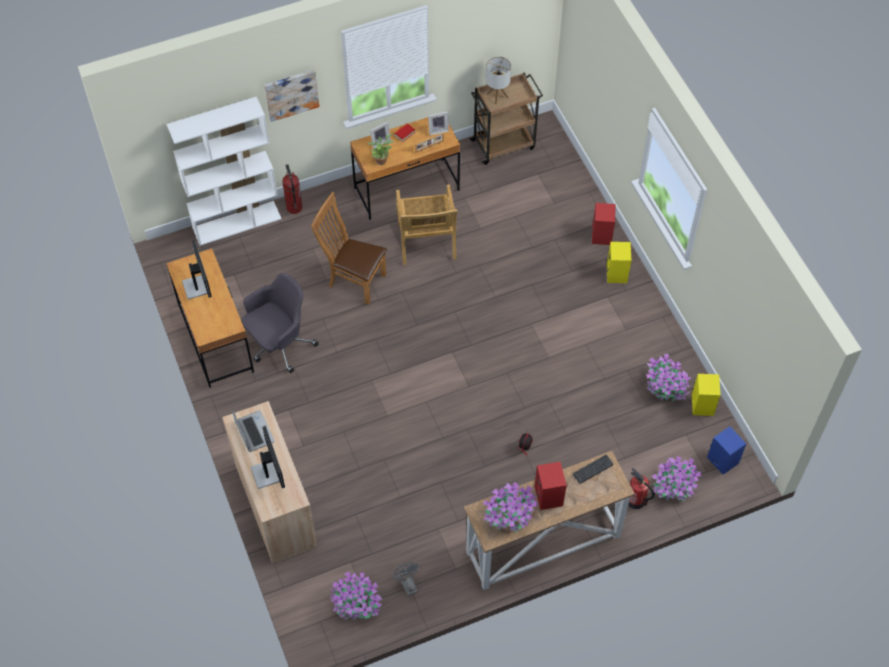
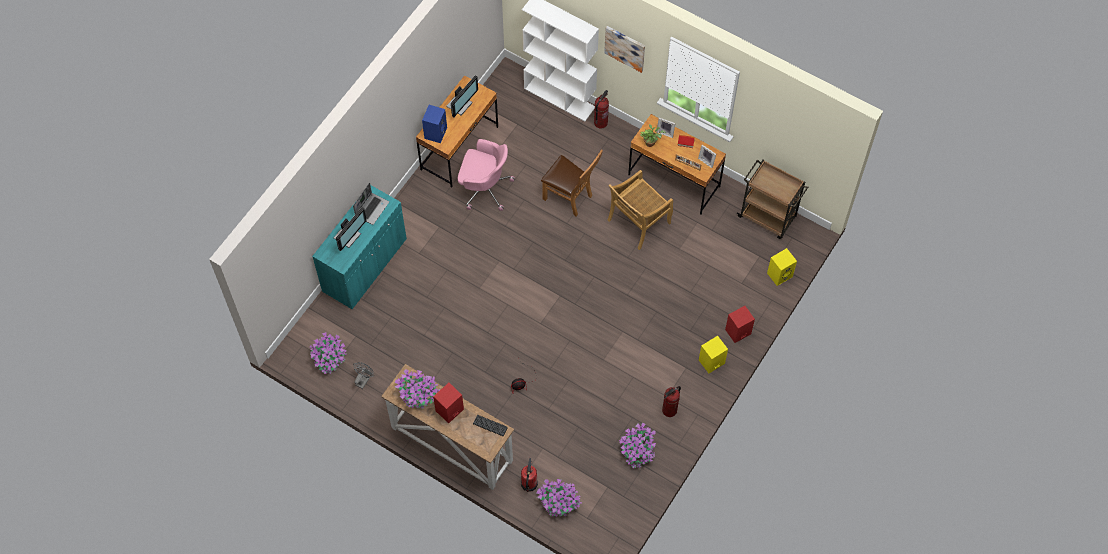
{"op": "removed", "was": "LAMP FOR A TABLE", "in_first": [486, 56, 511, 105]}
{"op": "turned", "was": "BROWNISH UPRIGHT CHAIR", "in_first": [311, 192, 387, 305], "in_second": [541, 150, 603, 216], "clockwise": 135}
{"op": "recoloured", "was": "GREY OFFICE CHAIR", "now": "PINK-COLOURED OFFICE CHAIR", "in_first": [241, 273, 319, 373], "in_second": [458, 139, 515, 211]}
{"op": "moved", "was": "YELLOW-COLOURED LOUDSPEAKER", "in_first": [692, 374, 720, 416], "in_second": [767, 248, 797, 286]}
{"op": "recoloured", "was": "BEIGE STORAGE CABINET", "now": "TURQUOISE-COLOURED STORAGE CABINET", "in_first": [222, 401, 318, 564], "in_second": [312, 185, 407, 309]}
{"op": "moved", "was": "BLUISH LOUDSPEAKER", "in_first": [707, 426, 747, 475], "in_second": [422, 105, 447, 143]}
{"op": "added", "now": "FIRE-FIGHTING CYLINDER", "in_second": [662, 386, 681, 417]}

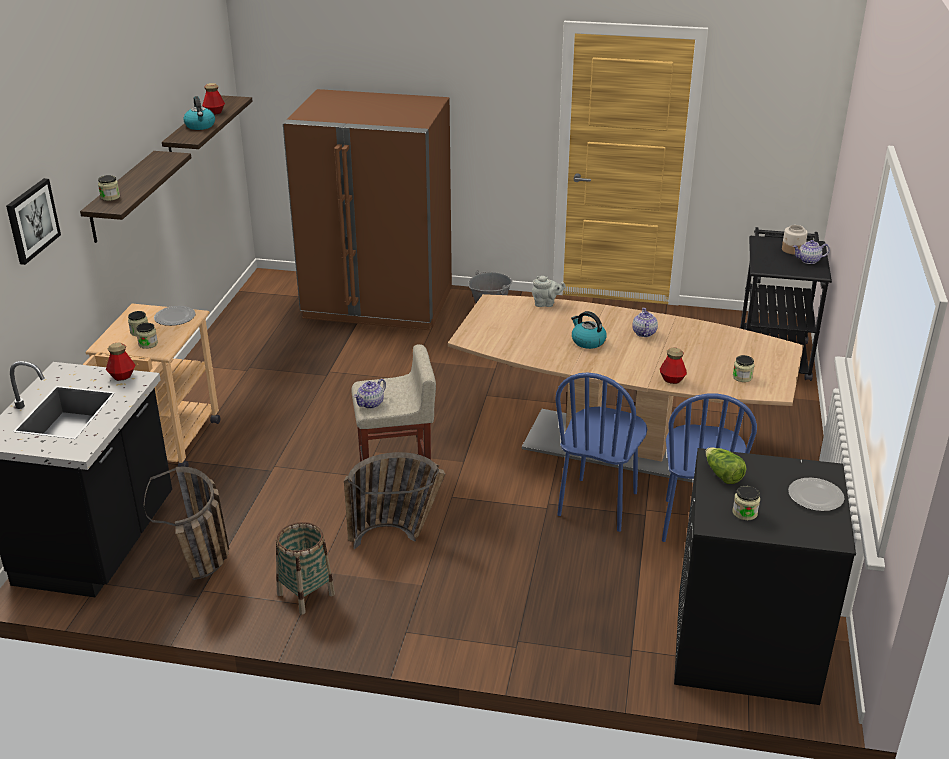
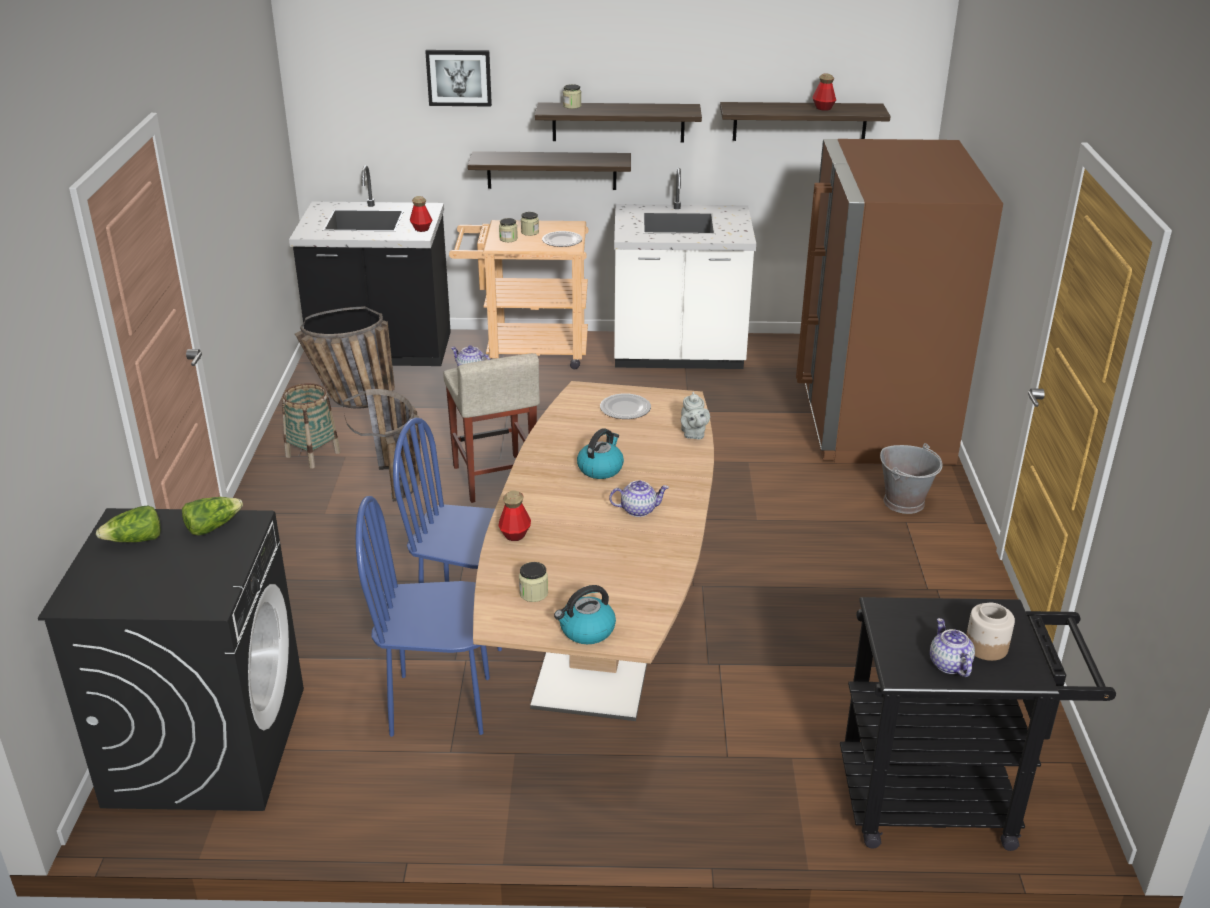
{"op": "moved", "was": "KETTLE", "in_first": [184, 96, 215, 130], "in_second": [554, 585, 616, 644]}
{"op": "moved", "was": "FLAT DISH", "in_first": [788, 478, 844, 511], "in_second": [600, 393, 651, 419]}
{"op": "replaced", "was": "STORAGE JAR", "now": "LETTUCE", "in_first": [732, 486, 760, 520], "in_second": [96, 505, 161, 542]}
{"op": "added", "now": "BRACKET SHELF", "in_second": [468, 151, 631, 190]}
{"op": "added", "now": "WHITE-COLOURED KITCHEN BASE UNIT", "in_second": [614, 168, 756, 369]}

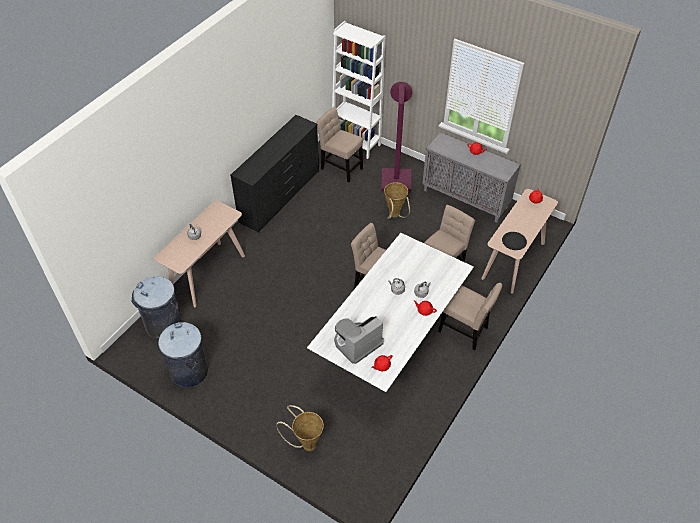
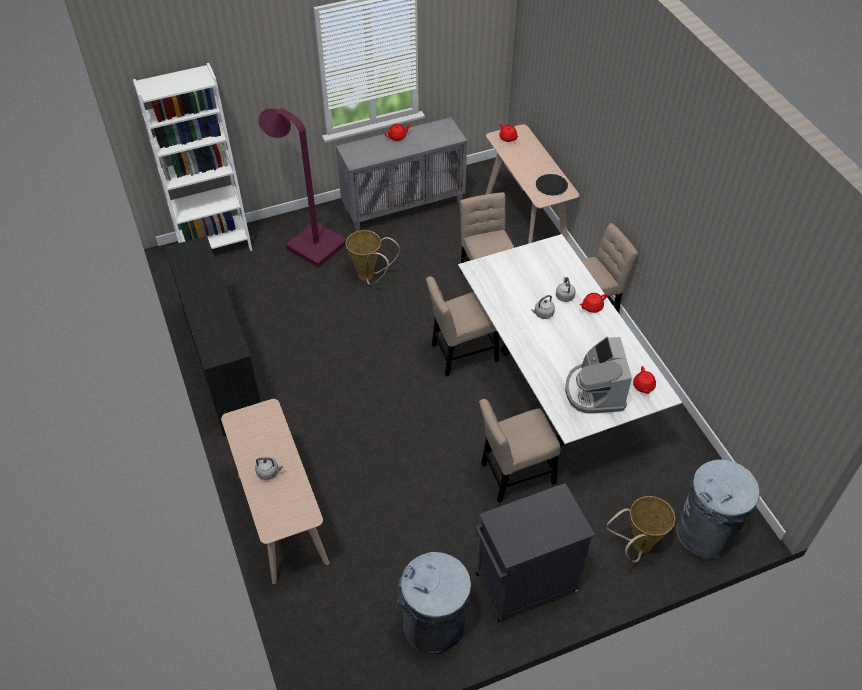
{"op": "moved", "was": "BEIGE UPRIGHT CHAIR", "in_first": [316, 107, 363, 182], "in_second": [479, 399, 561, 503]}
{"op": "moved", "was": "GREY TRASH CAN", "in_first": [131, 276, 182, 339], "in_second": [676, 459, 760, 559]}
{"op": "added", "now": "BLACKISH STORAGE CABINET", "in_second": [475, 483, 595, 622]}

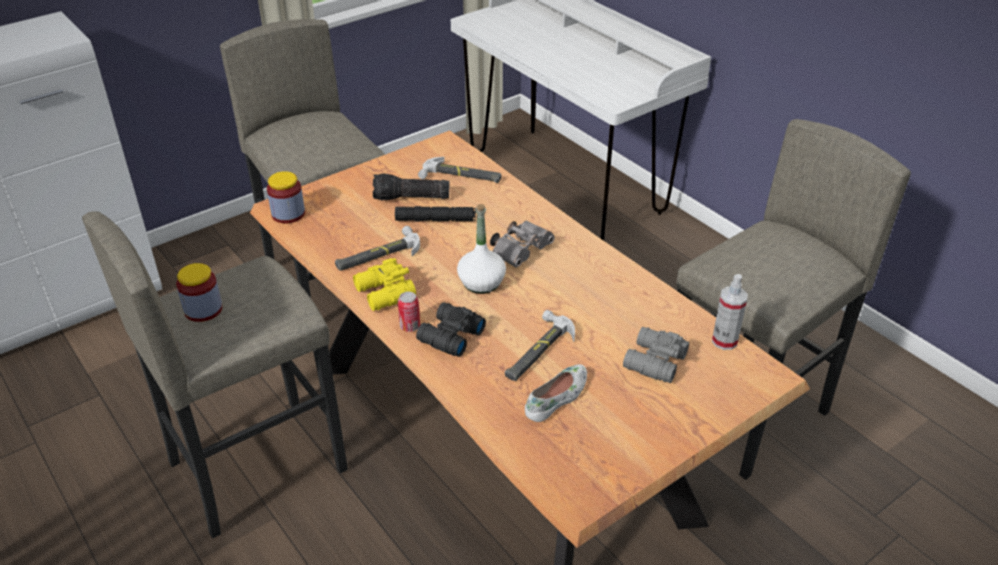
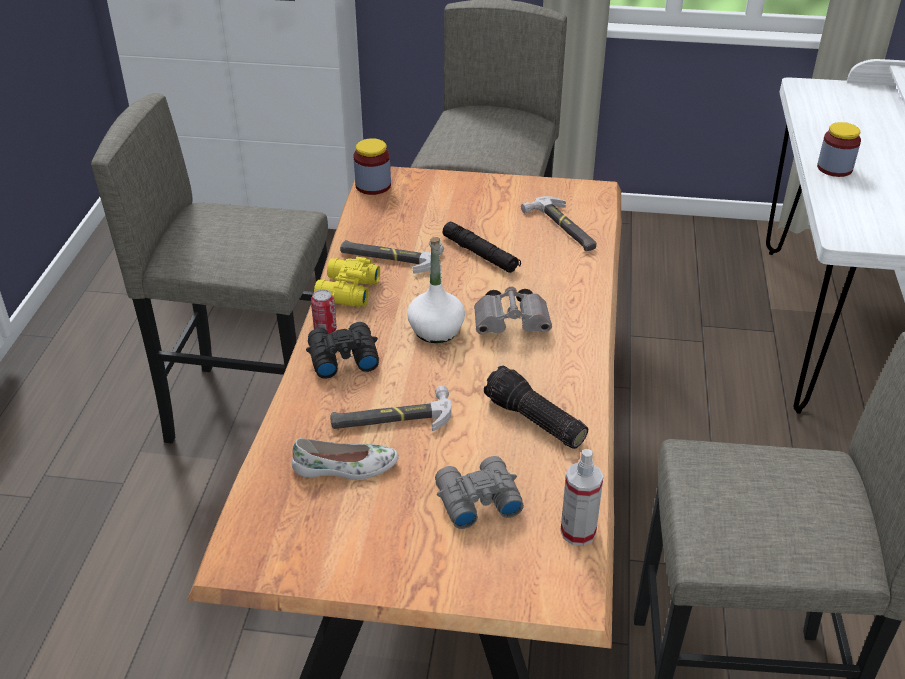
{"op": "moved", "was": "TORCH", "in_first": [373, 173, 450, 200], "in_second": [484, 365, 588, 449]}
{"op": "moved", "was": "STORAGE JAR", "in_first": [176, 263, 222, 322], "in_second": [817, 122, 861, 177]}

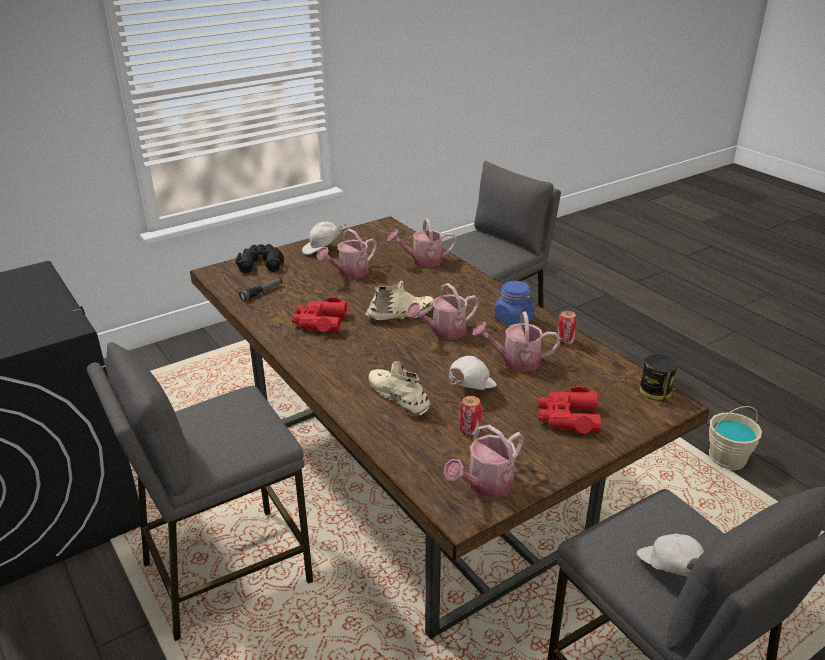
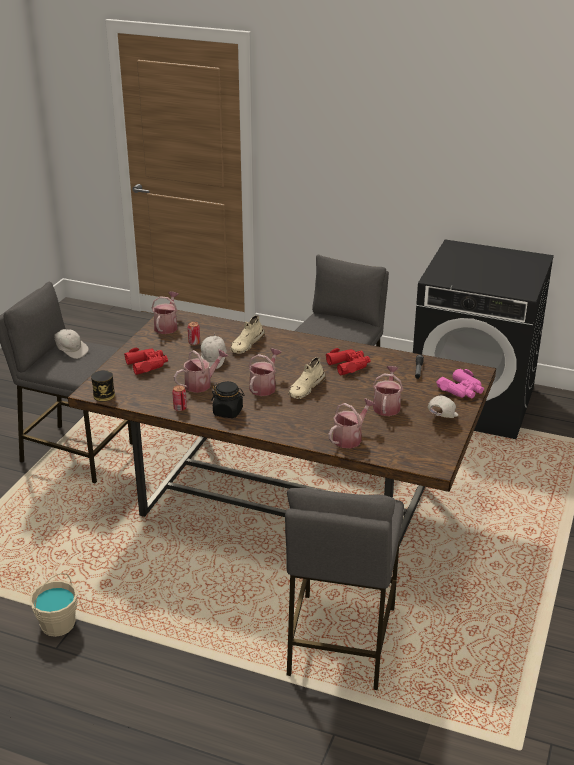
{"op": "recoloured", "was": "BLACKISH FIELD GLASSES", "now": "PINK-COLOURED FIELD GLASSES", "in_first": [235, 244, 285, 273], "in_second": [437, 369, 484, 398]}
{"op": "recoloured", "was": "BLUISH STORAGE JAR", "now": "BLACKISH STORAGE JAR", "in_first": [494, 281, 534, 326], "in_second": [211, 381, 244, 418]}
{"op": "turned", "was": "BEIGE ITEM OF FOOTWEAR", "in_first": [368, 361, 431, 416], "in_second": [230, 315, 265, 354], "clockwise": 105}

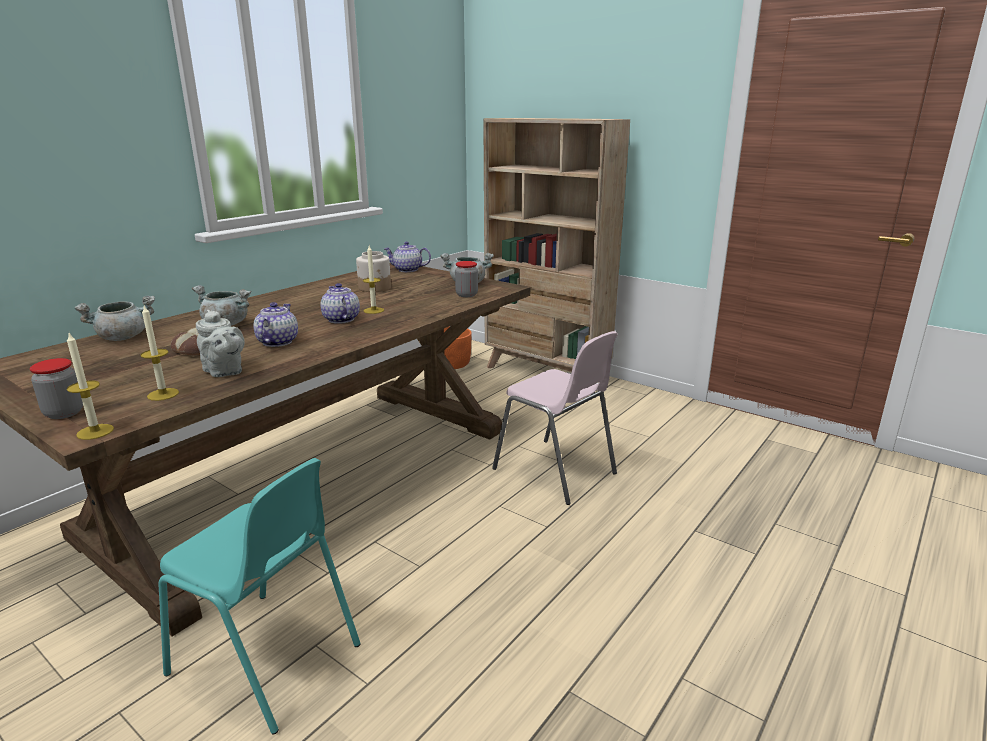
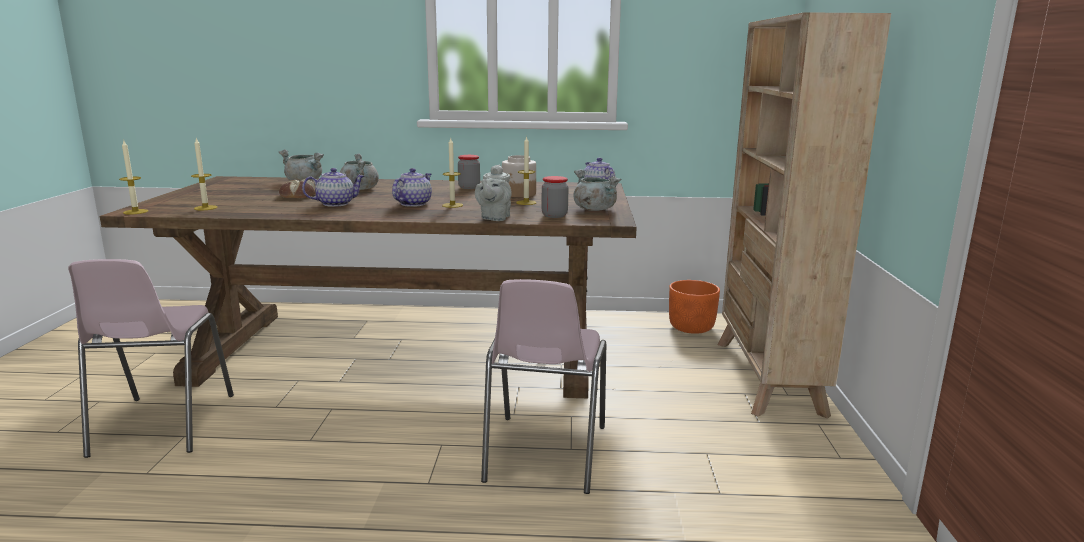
{"op": "moved", "was": "GREY TEA POT", "in_first": [196, 310, 245, 377], "in_second": [475, 165, 512, 221]}
{"op": "moved", "was": "STORAGE JAR", "in_first": [30, 358, 83, 419], "in_second": [458, 155, 480, 189]}
{"op": "recoloured", "was": "TURQUOISE-COLOURED UPRIGHT CHAIR", "now": "PINK-COLOURED UPRIGHT CHAIR", "in_first": [159, 458, 361, 735], "in_second": [68, 259, 234, 458]}
{"op": "added", "now": "WAX LIGHT", "in_second": [516, 136, 537, 205]}

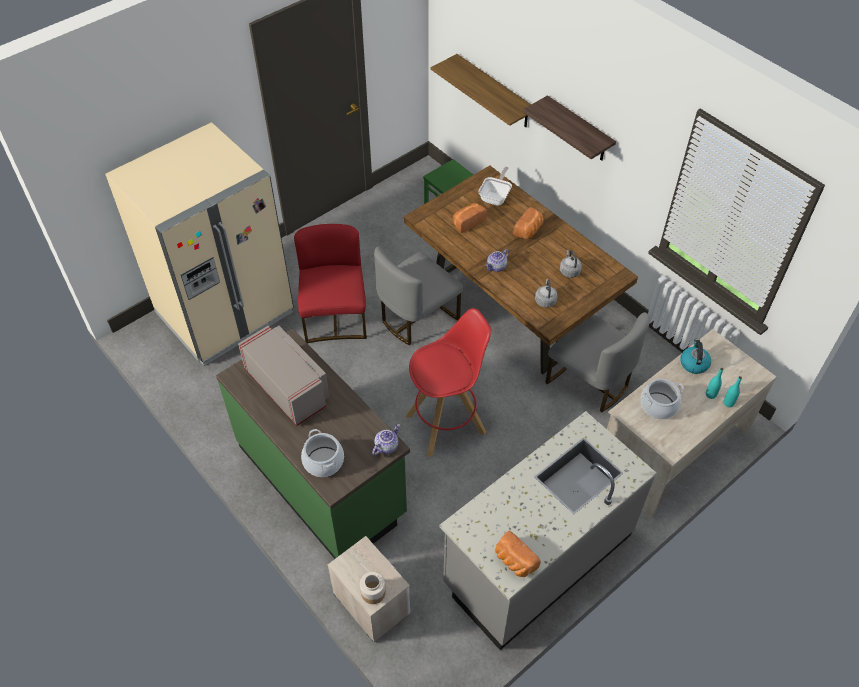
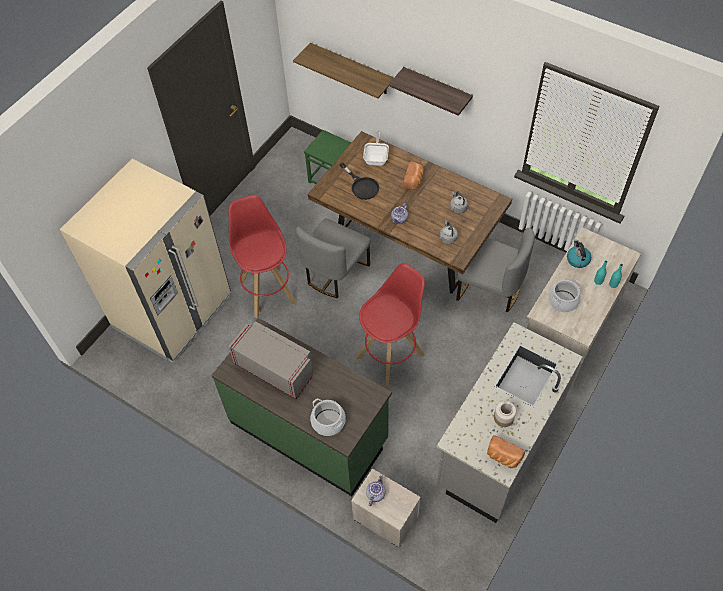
{"op": "replaced", "was": "BAKED BREAD", "now": "BLACKISH PAN", "in_first": [453, 203, 487, 233], "in_second": [340, 163, 379, 200]}
{"op": "replaced", "was": "RED UPRIGHT CHAIR", "now": "RED STOOL", "in_first": [294, 224, 367, 343], "in_second": [228, 195, 296, 318]}
{"op": "moved", "was": "TEA POT", "in_first": [372, 424, 400, 455], "in_second": [366, 475, 386, 506]}
{"op": "moved", "was": "STORAGE JAR", "in_first": [360, 572, 386, 604], "in_second": [494, 401, 516, 427]}

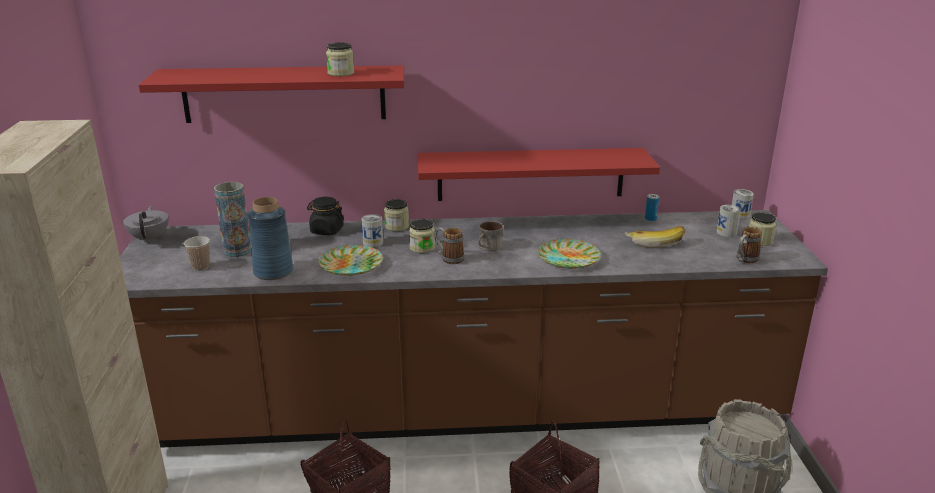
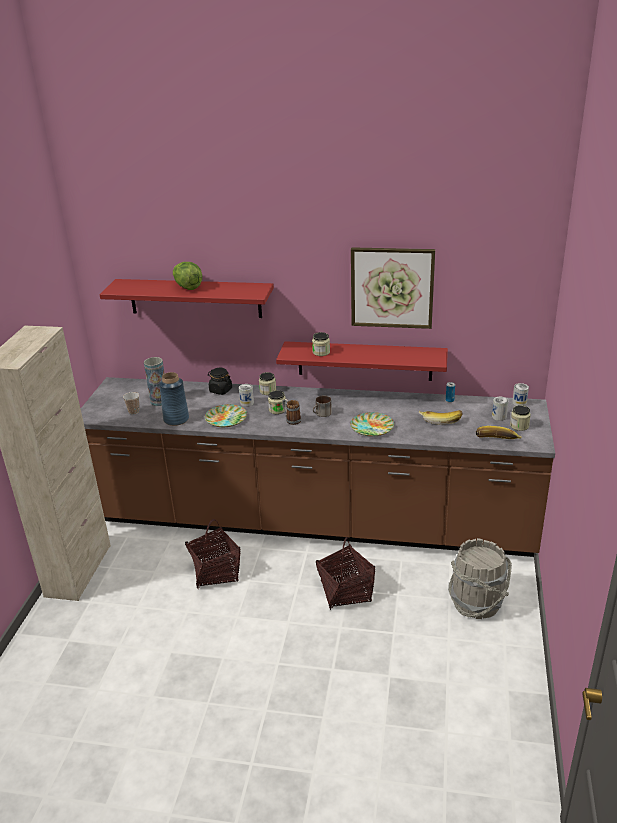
{"op": "moved", "was": "STORAGE JAR", "in_first": [326, 42, 354, 76], "in_second": [312, 332, 330, 356]}
{"op": "removed", "was": "GREY TEA POT", "in_first": [123, 206, 169, 243]}
{"op": "replaced", "was": "TEA MUG", "now": "BANANA FRUIT", "in_first": [736, 227, 762, 263], "in_second": [476, 426, 522, 439]}
{"op": "added", "now": "PICTURE", "in_second": [351, 247, 435, 329]}
{"op": "added", "now": "LETTUCE", "in_second": [173, 262, 202, 290]}

